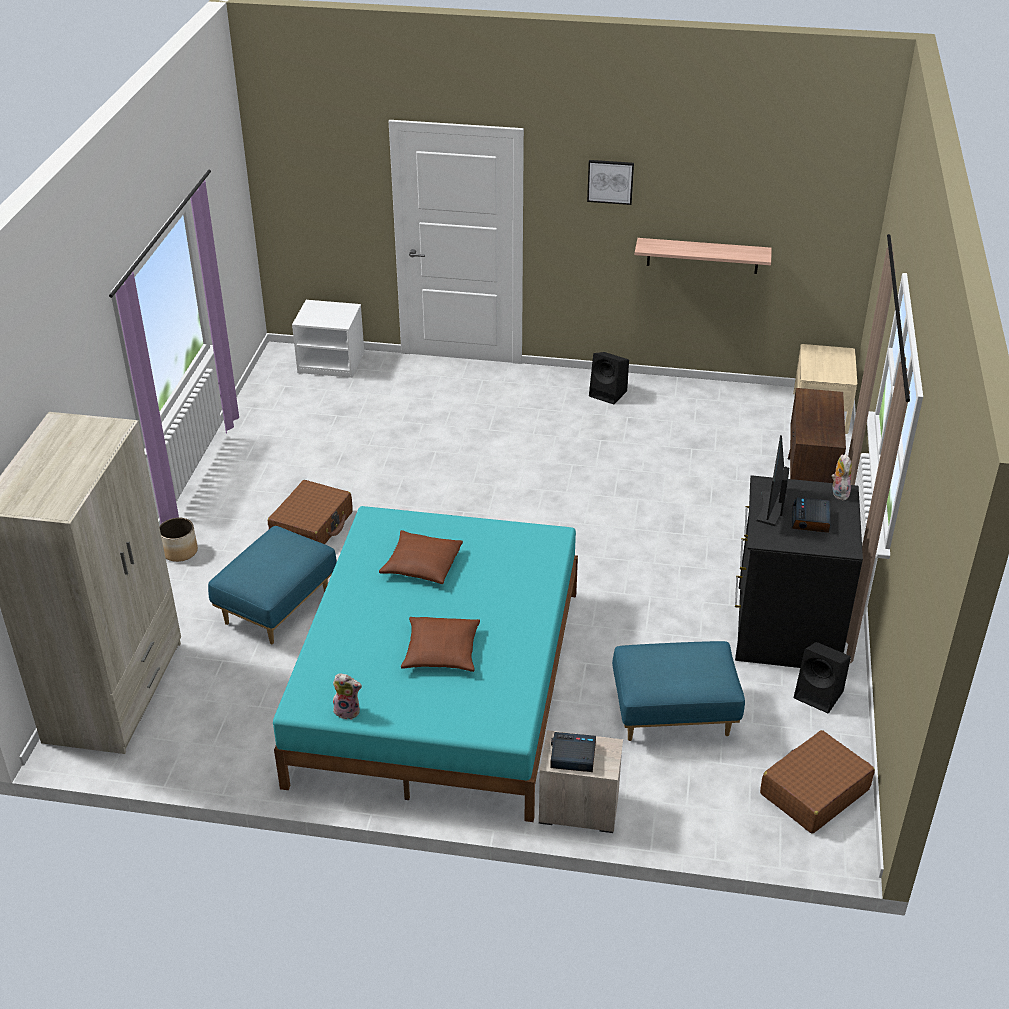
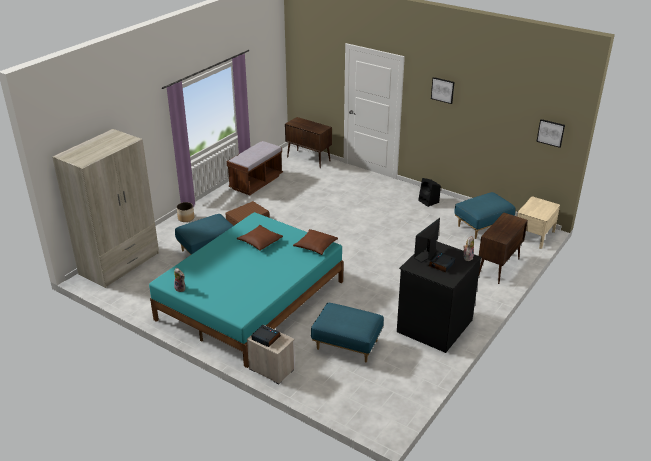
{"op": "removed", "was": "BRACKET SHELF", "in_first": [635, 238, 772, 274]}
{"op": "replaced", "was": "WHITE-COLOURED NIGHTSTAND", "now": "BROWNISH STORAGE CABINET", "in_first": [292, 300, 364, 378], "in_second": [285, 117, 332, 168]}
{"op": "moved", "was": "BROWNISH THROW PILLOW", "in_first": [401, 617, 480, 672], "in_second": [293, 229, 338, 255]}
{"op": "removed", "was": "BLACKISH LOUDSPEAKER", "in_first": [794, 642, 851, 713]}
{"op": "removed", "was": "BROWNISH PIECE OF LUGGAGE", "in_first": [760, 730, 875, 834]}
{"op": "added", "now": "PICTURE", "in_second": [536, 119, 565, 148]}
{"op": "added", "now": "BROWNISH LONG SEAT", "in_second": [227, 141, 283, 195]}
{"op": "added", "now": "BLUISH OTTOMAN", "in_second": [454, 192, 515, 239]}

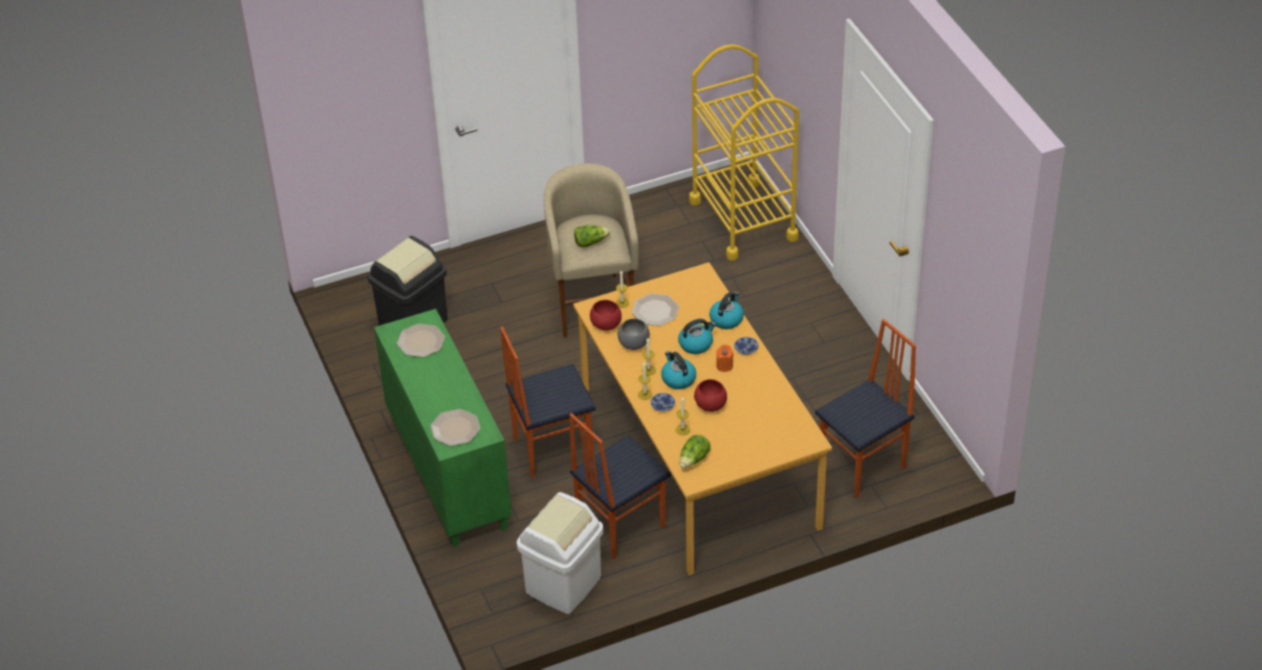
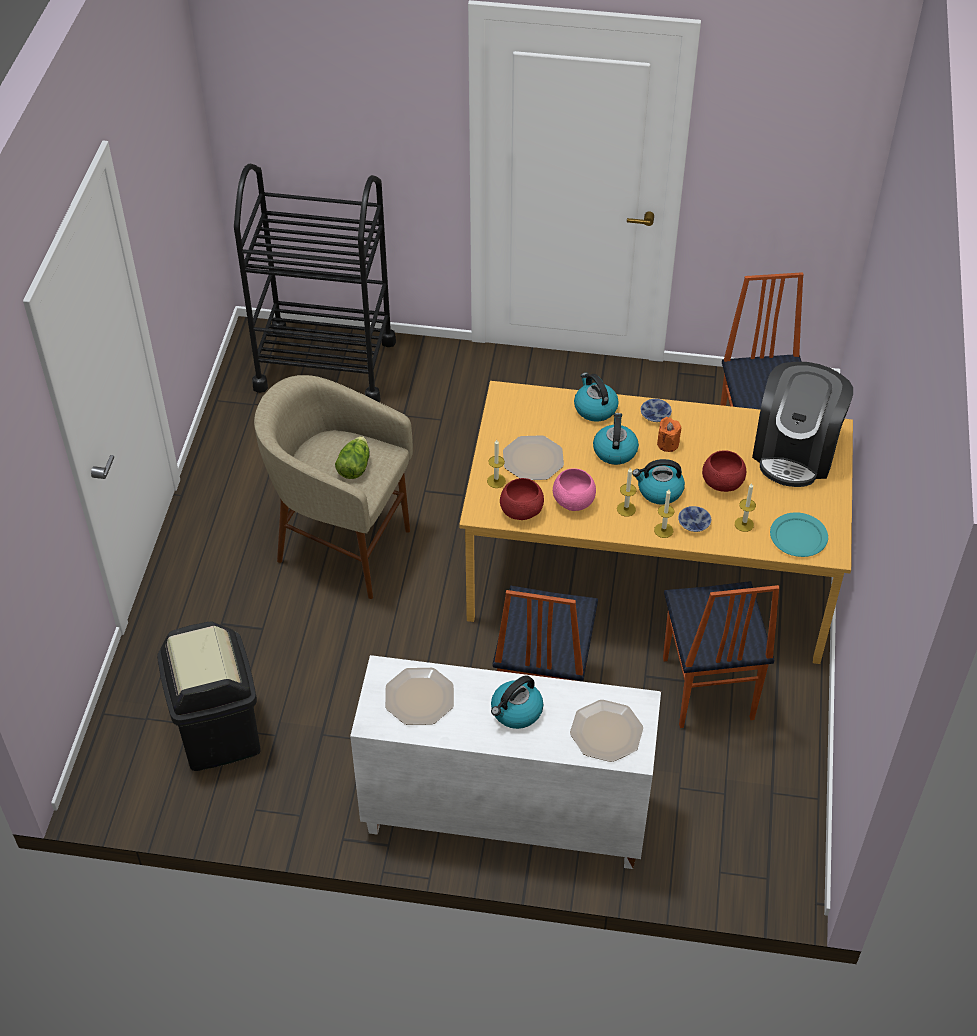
{"op": "recoloured", "was": "YELLOW-COLOURED WHEELED CART", "now": "BLACKISH WHEELED CART", "in_first": [689, 44, 799, 261], "in_second": [234, 164, 396, 402]}
{"op": "recoloured", "was": "GREEN STORAGE CABINET", "now": "WHITE-COLOURED STORAGE CABINET", "in_first": [374, 309, 512, 547], "in_second": [350, 655, 661, 869]}
{"op": "recoloured", "was": "GREY SERVING BOWL", "now": "PINK-COLOURED SERVING BOWL", "in_first": [617, 318, 650, 350], "in_second": [553, 468, 596, 511]}
{"op": "replaced", "was": "LETTUCE", "now": "TURQUOISE-COLOURED FLAT DISH", "in_first": [680, 435, 711, 468], "in_second": [770, 512, 828, 557]}
{"op": "removed", "was": "WHITE-COLOURED TRASH CAN", "in_first": [517, 492, 603, 614]}
{"op": "added", "now": "COFFEE BREWER", "in_second": [752, 362, 853, 487]}
{"op": "added", "now": "KETTLE", "in_second": [491, 675, 544, 729]}

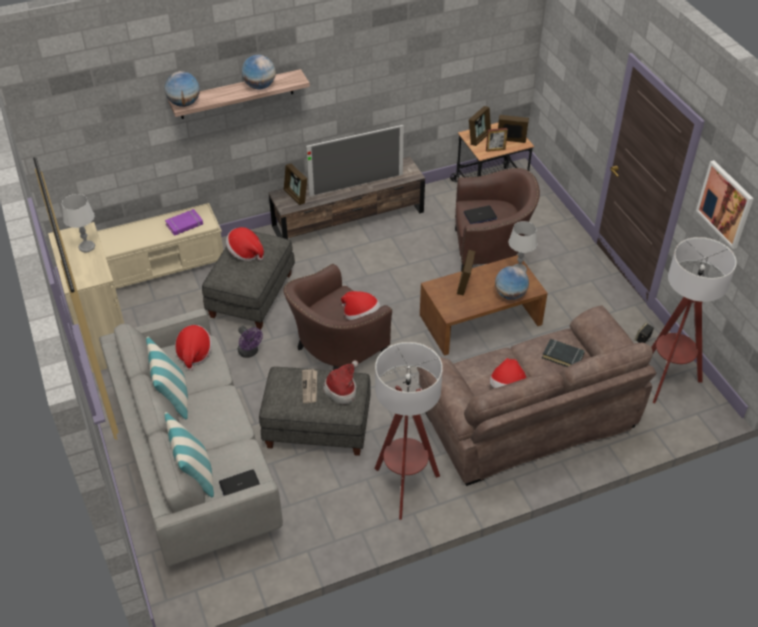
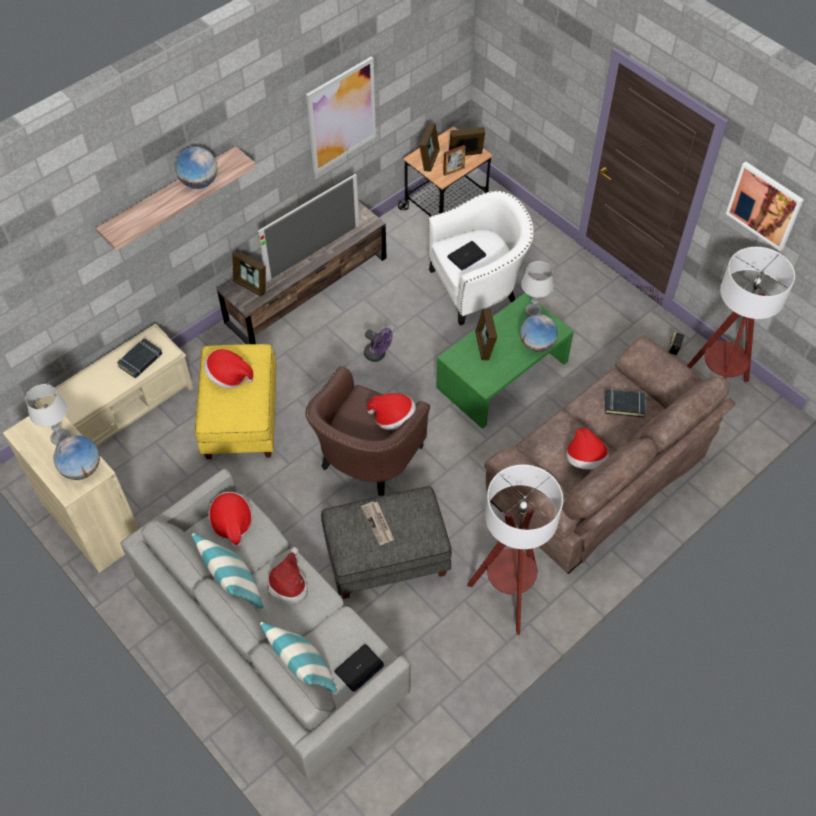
{"op": "moved", "was": "DESK GLOBE", "in_first": [165, 71, 200, 107], "in_second": [53, 435, 100, 480]}
{"op": "recoloured", "was": "BROWNISH ARMCHAIR", "now": "WHITE-COLOURED ARMCHAIR", "in_first": [455, 168, 540, 271], "in_second": [428, 191, 534, 325]}
{"op": "recoloured", "was": "PURPLE-COLOURED BOOK", "now": "BLACKISH BOOK", "in_first": [165, 209, 203, 236], "in_second": [117, 338, 162, 378]}
{"op": "recoloured", "was": "GREY OTTOMAN", "now": "YELLOW-COLOURED OTTOMAN", "in_first": [202, 231, 295, 329], "in_second": [195, 344, 276, 459]}
{"op": "recoloured", "was": "BROWNISH LOW TABLE", "now": "GREEN LOW TABLE", "in_first": [420, 255, 548, 356], "in_second": [436, 293, 574, 429]}
{"op": "moved", "was": "PURPLE-COLOURED COOLING FAN", "in_first": [238, 326, 263, 358], "in_second": [364, 328, 393, 362]}
{"op": "moved", "was": "WEARABLE HAT", "in_first": [323, 360, 359, 404], "in_second": [267, 547, 308, 605]}
{"op": "added", "now": "PICTURE", "in_second": [306, 56, 376, 174]}

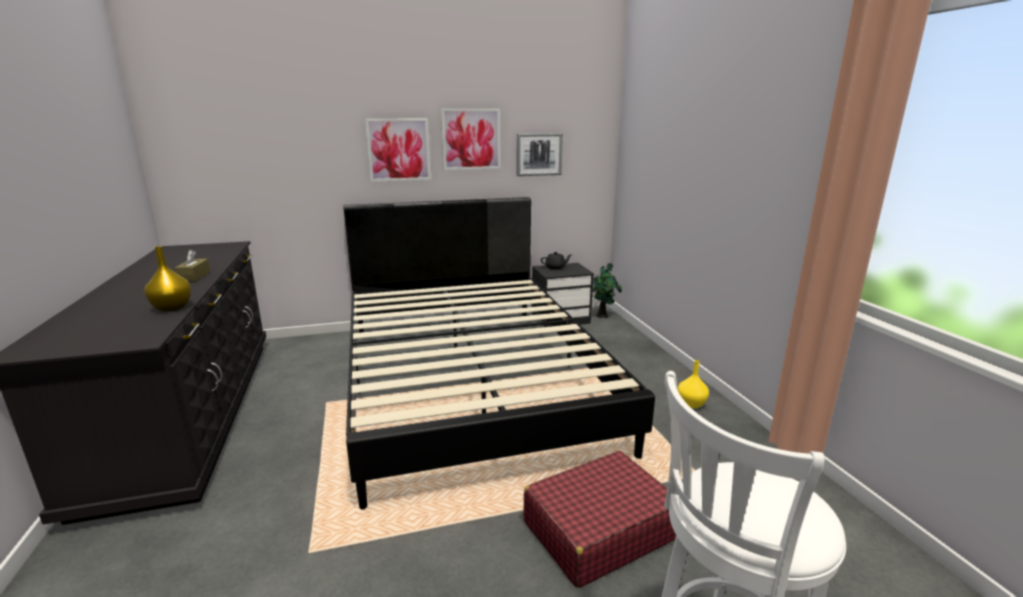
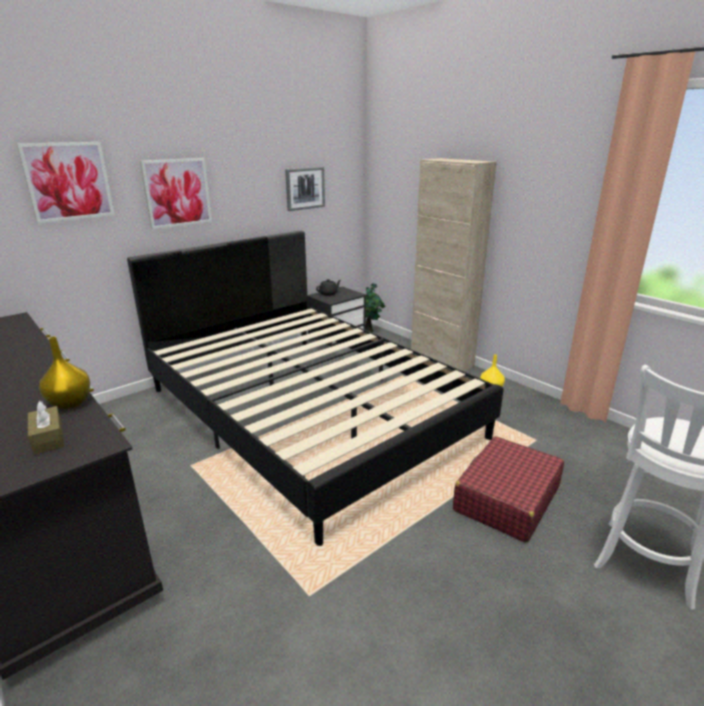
{"op": "moved", "was": "PICTURE", "in_first": [441, 108, 501, 170], "in_second": [17, 142, 114, 223]}
{"op": "moved", "was": "BROWNISH TISSUE BOX", "in_first": [174, 250, 210, 281], "in_second": [28, 401, 65, 455]}
{"op": "added", "now": "BEIGE STORAGE CABINET", "in_second": [411, 158, 496, 371]}

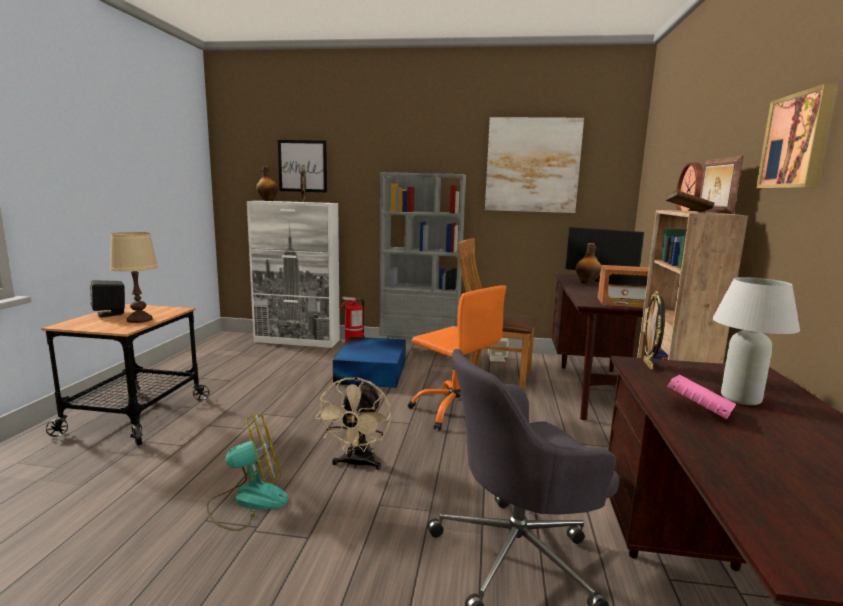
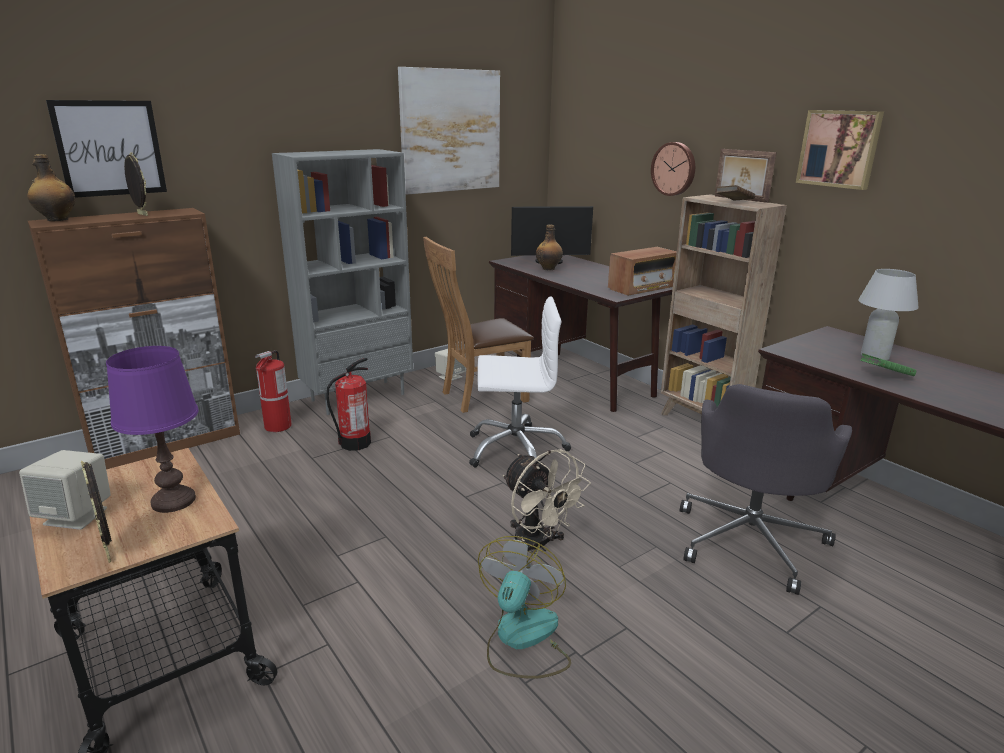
{"op": "recoloured", "was": "WHITE-COLOURED STORAGE CABINET", "now": "BROWNISH STORAGE CABINET", "in_first": [247, 201, 340, 348], "in_second": [28, 208, 240, 469]}
{"op": "recoloured", "was": "BEIGE LAMP FOR A TABLE", "now": "PURPLE-COLOURED LAMP FOR A TABLE", "in_first": [109, 232, 158, 323], "in_second": [106, 346, 199, 513]}
{"op": "recoloured", "was": "BLACKISH LOUDSPEAKER", "now": "BEIGE LOUDSPEAKER", "in_first": [90, 280, 125, 317], "in_second": [19, 450, 111, 530]}
{"op": "recoloured", "was": "ORANGE-COLOURED OFFICE CHAIR", "now": "WHITE-COLOURED OFFICE CHAIR", "in_first": [408, 285, 506, 430], "in_second": [469, 296, 571, 467]}
{"op": "moved", "was": "STANDING FRAME", "in_first": [643, 291, 665, 370], "in_second": [81, 461, 112, 563]}
{"op": "replaced", "was": "BLUISH STORAGE BIN", "now": "FIRE-FIGHTING CYLINDER", "in_first": [333, 337, 406, 388], "in_second": [326, 358, 371, 451]}
{"op": "recoloured", "was": "PINK-COLOURED BOOK", "now": "GREEN BOOK", "in_first": [667, 375, 736, 419], "in_second": [860, 353, 916, 376]}

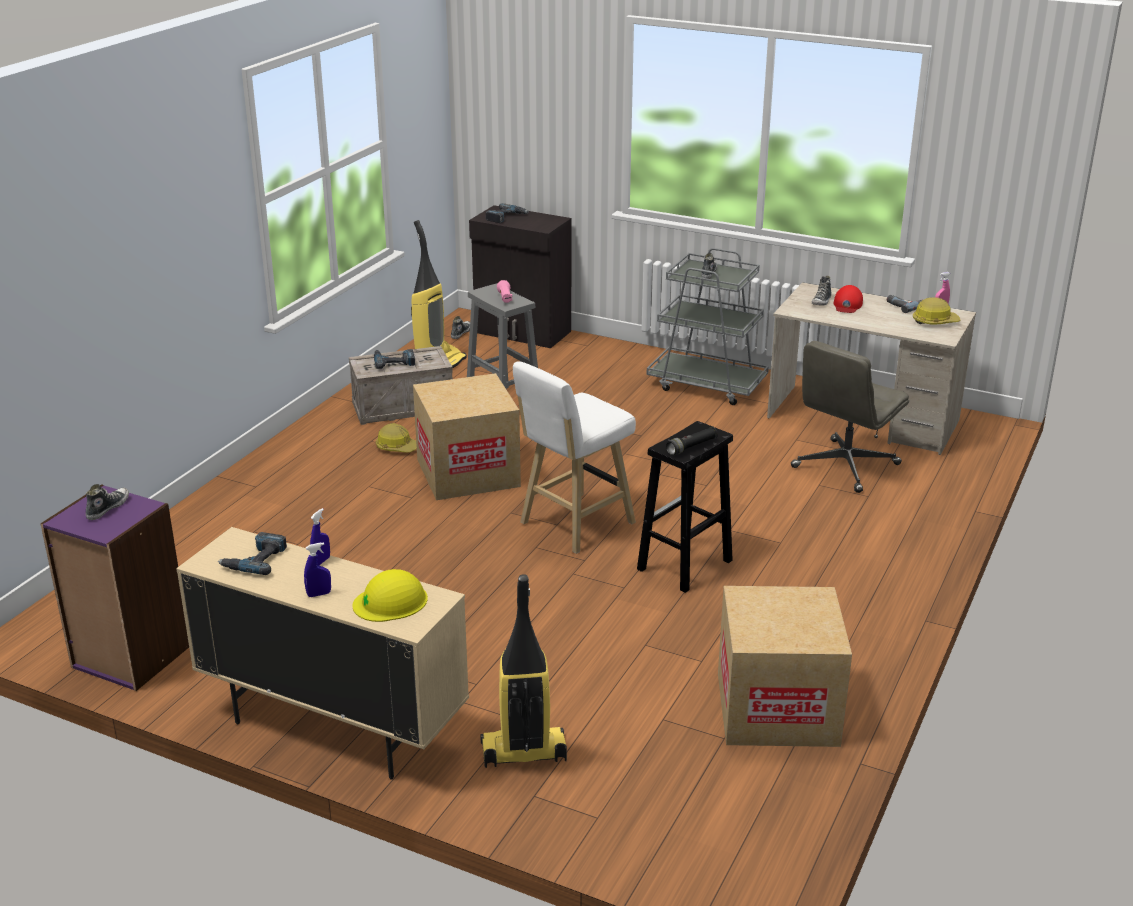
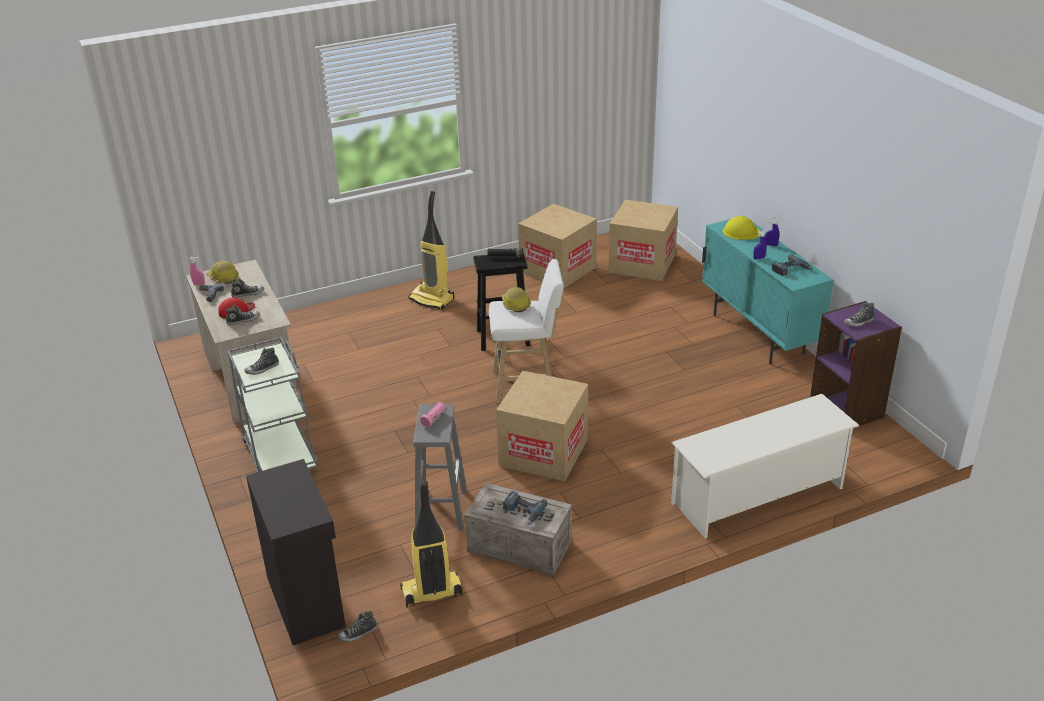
{"op": "removed", "was": "ELECTRIC DRILL", "in_first": [486, 203, 529, 223]}
{"op": "removed", "was": "GREY OFFICE CHAIR", "in_first": [791, 341, 909, 493]}
{"op": "moved", "was": "HARD HAT", "in_first": [376, 423, 417, 453], "in_second": [501, 287, 531, 312]}
{"op": "recoloured", "was": "BEIGE STORAGE CABINET", "now": "TURQUOISE-COLOURED STORAGE CABINET", "in_first": [176, 527, 469, 779], "in_second": [702, 216, 834, 365]}
{"op": "moved", "was": "VACUUM CLEANER", "in_first": [480, 575, 567, 768], "in_second": [408, 191, 454, 310]}
{"op": "added", "now": "CARTON", "in_second": [608, 200, 678, 281]}
{"op": "added", "now": "ITEM OF FOOTWEAR", "in_second": [231, 278, 264, 298]}
{"op": "added", "now": "WHITE-COLOURED SHOE STAND", "in_second": [671, 394, 860, 538]}

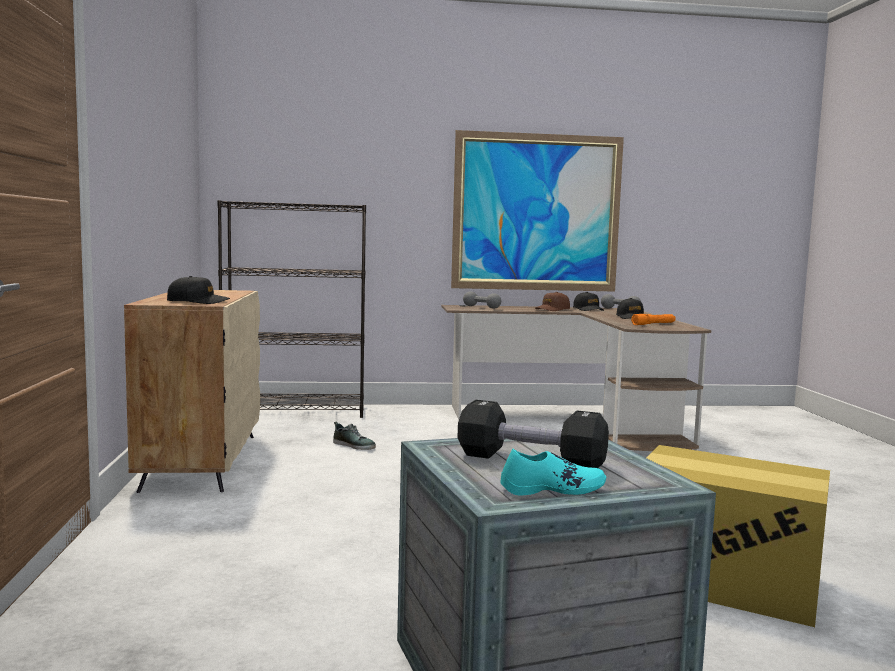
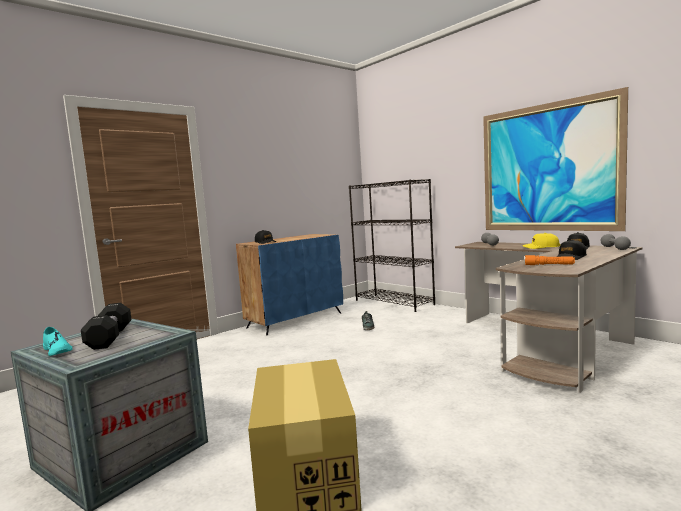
{"op": "recoloured", "was": "BEIGE STORAGE CABINET", "now": "BLUISH STORAGE CABINET", "in_first": [124, 290, 260, 493], "in_second": [236, 234, 343, 336]}
{"op": "recoloured", "was": "BROWNISH BASEBALL CAP", "now": "YELLOW-COLOURED BASEBALL CAP", "in_first": [535, 292, 570, 311], "in_second": [522, 233, 560, 249]}

